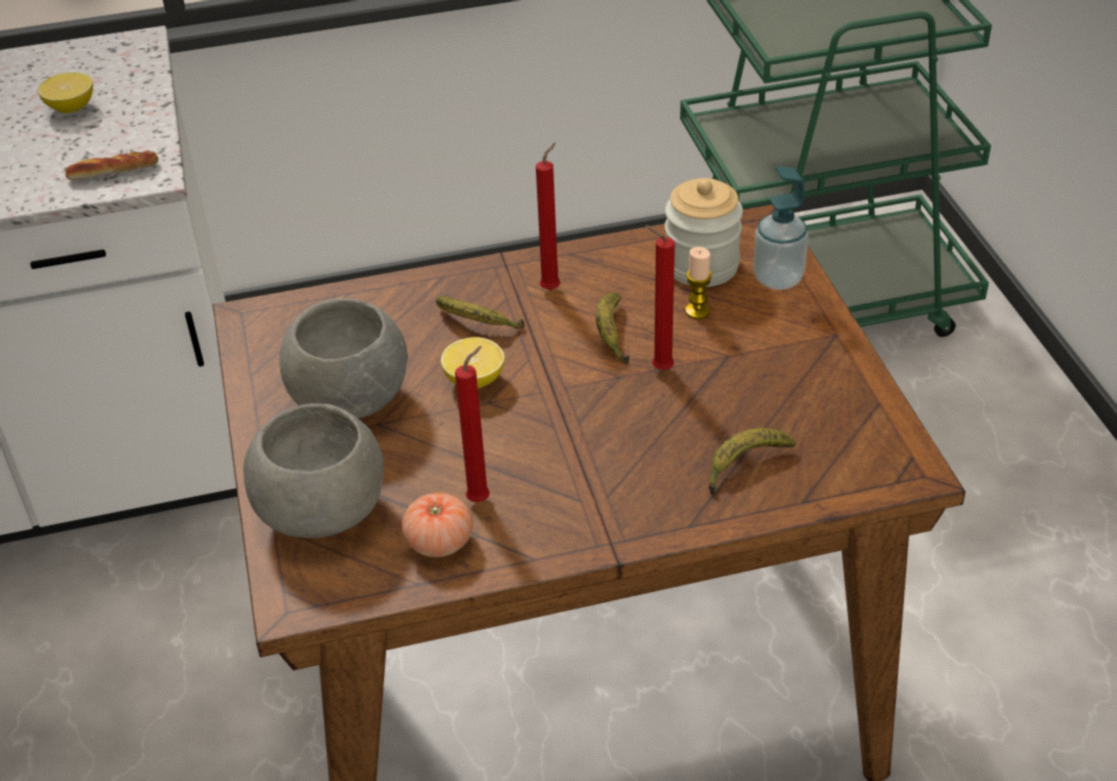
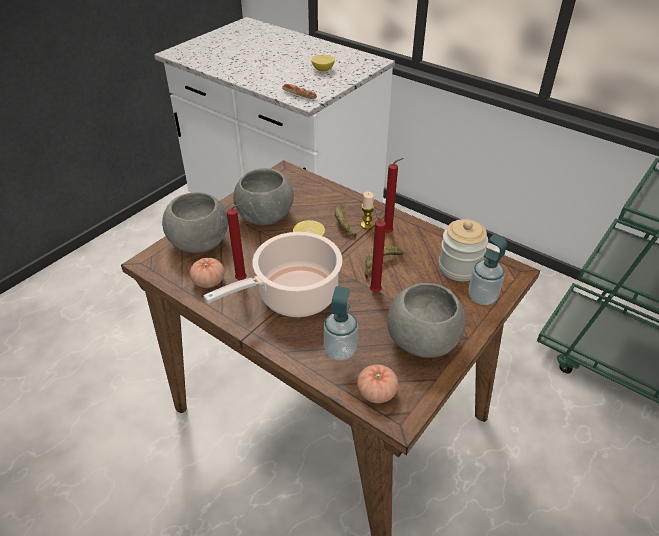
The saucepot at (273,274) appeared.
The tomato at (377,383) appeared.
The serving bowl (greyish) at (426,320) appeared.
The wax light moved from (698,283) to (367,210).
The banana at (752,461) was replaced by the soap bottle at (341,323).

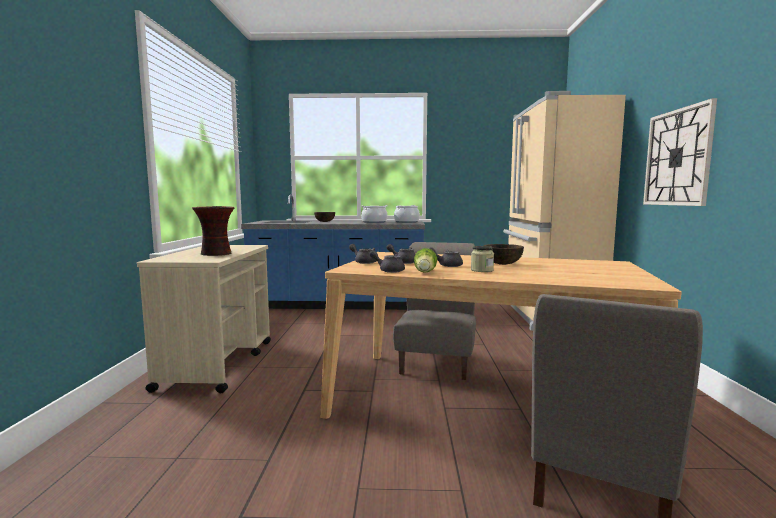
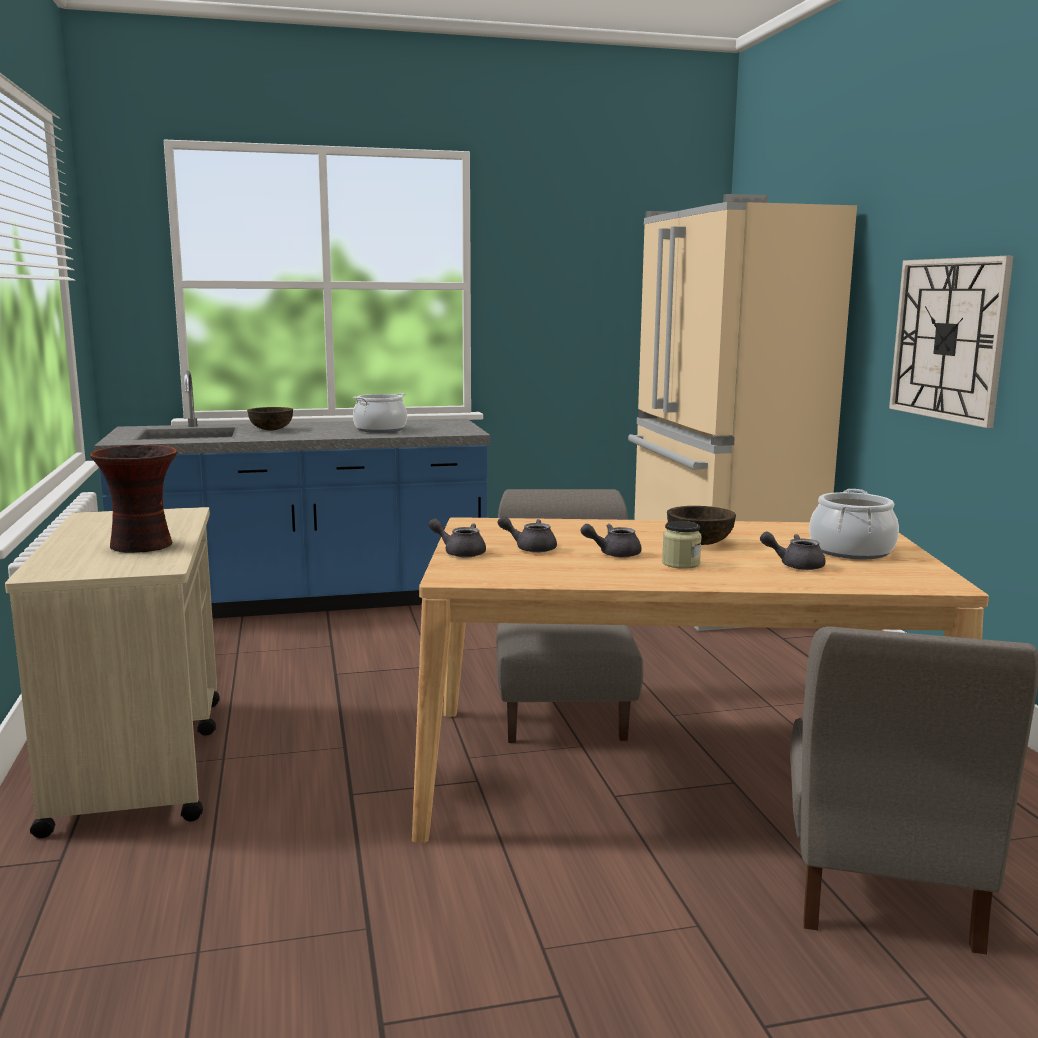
The lettuce at (425,260) disappeared.
The tea pot (greyish) moved from (387,261) to (793,551).
The saucepot moved from (407,214) to (854,524).

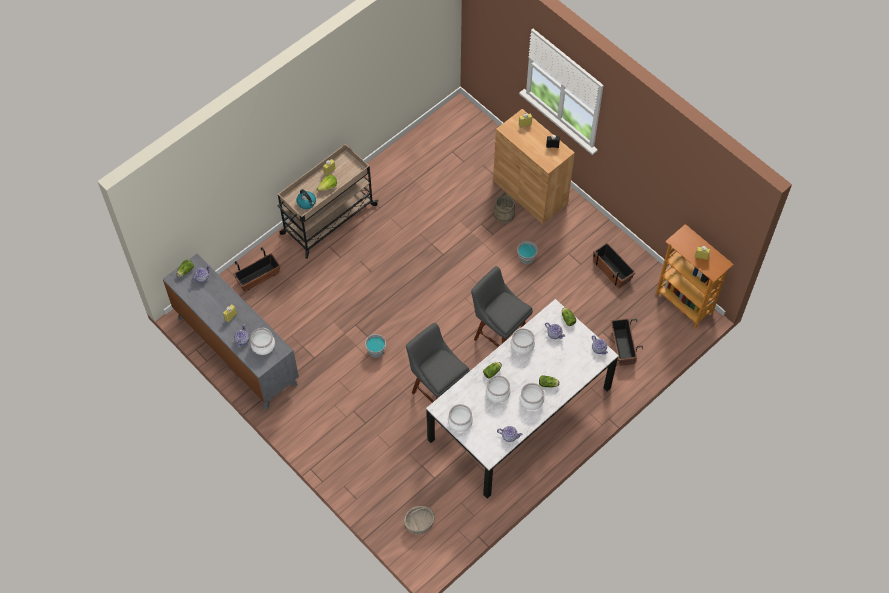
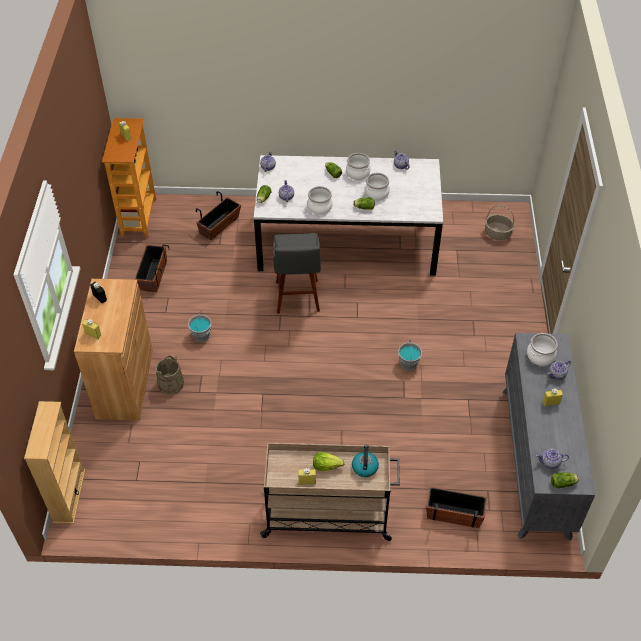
The sitting stool (greyish) at (438,363) disappeared.
The saucepot at (460,418) disappeared.
The bookcase (beige) at (55,462) appeared.

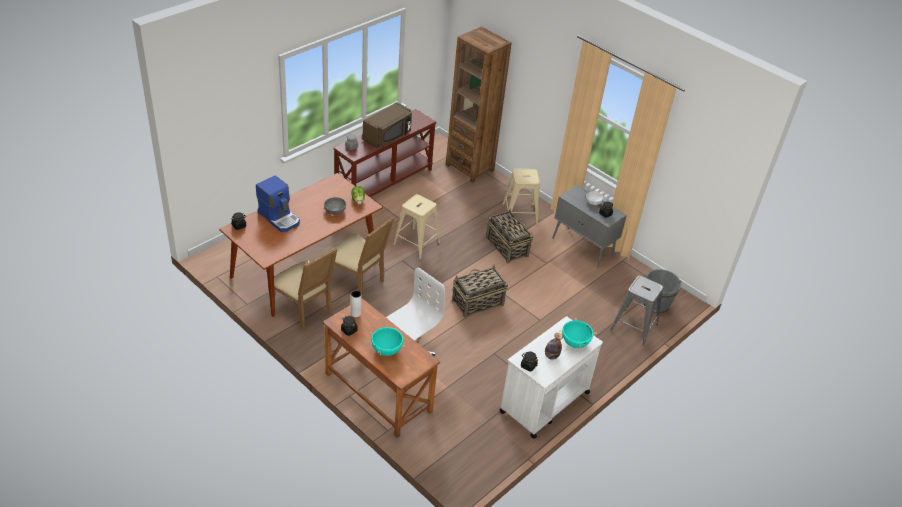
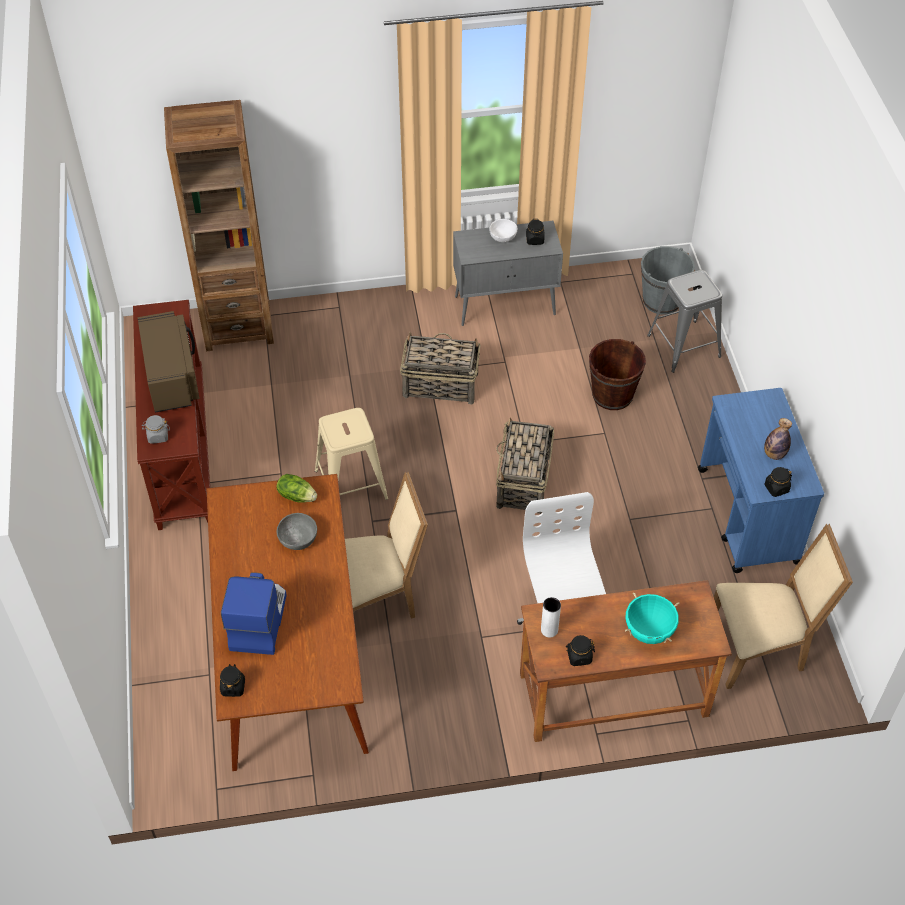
The sitting stool (beige) at (521,196) disappeared.
The saucepot (turquoise) at (578,333) disappeared.
The bucket (brown-coloured) at (617,374) appeared.
The upright chair (beige) moved from (305,288) to (783,606).
The cart (white-coloured) at (551,377) became the cart (blue-coloured) at (761,480).
The coffee brewer at (278,203) turned 75 degrees counterclockwise.

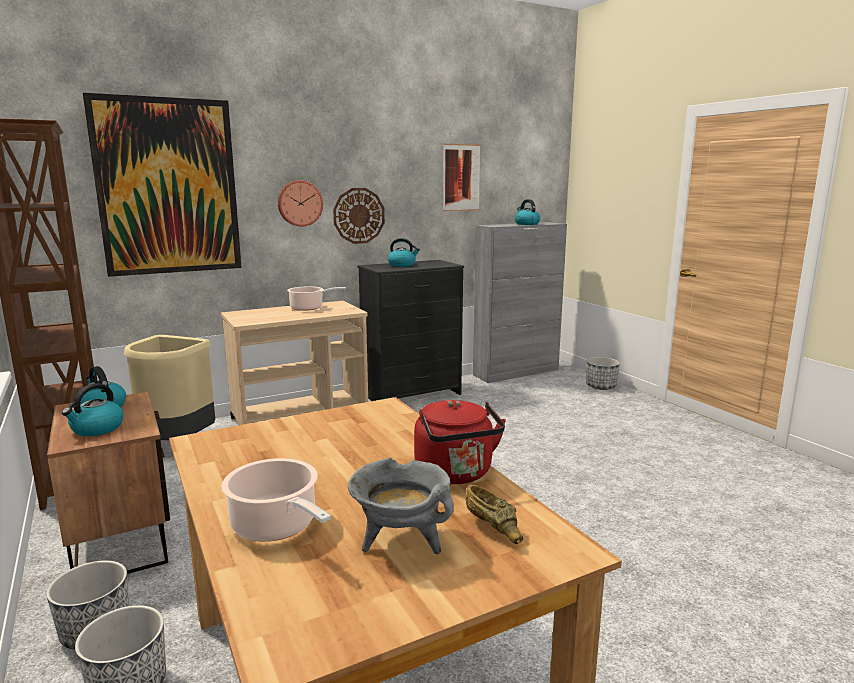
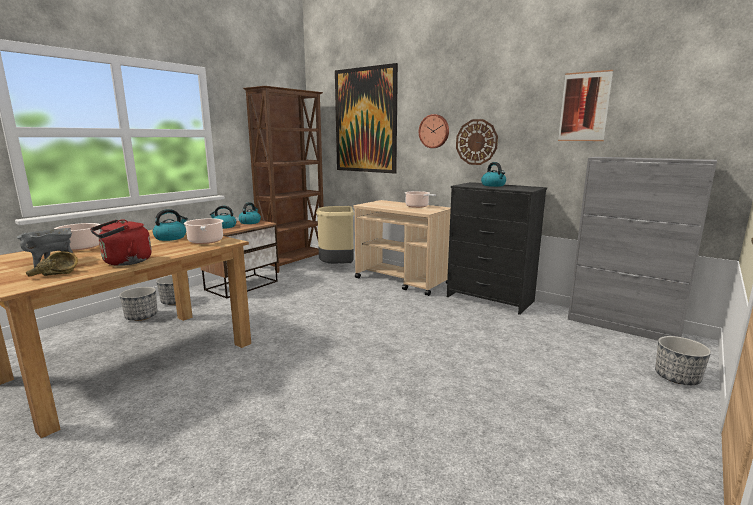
The saucepot at (203,231) appeared.
The water kettle moved from (527,212) to (170,225).

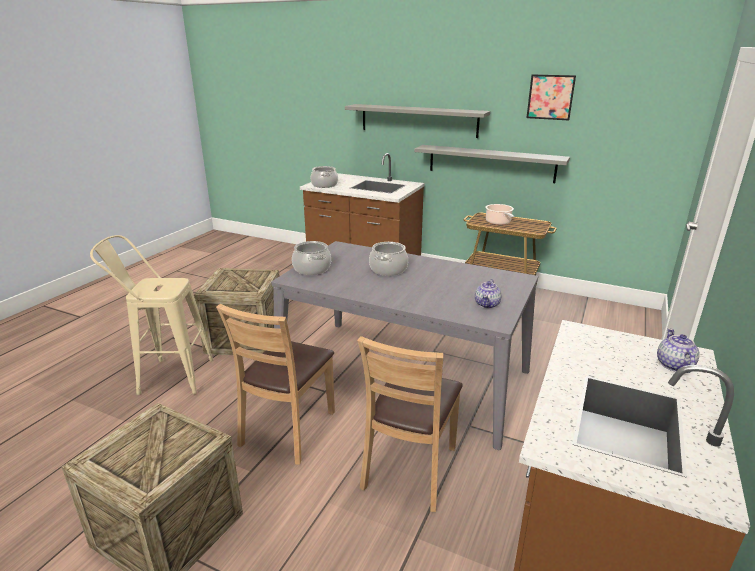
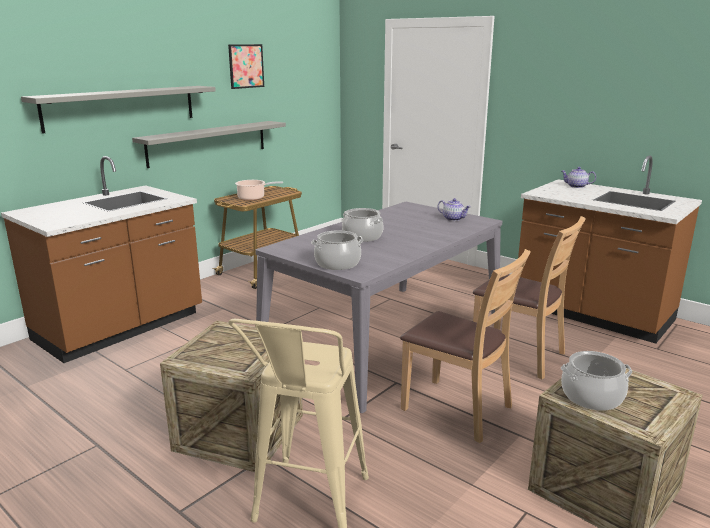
The saucepot moved from (324,177) to (596,381).

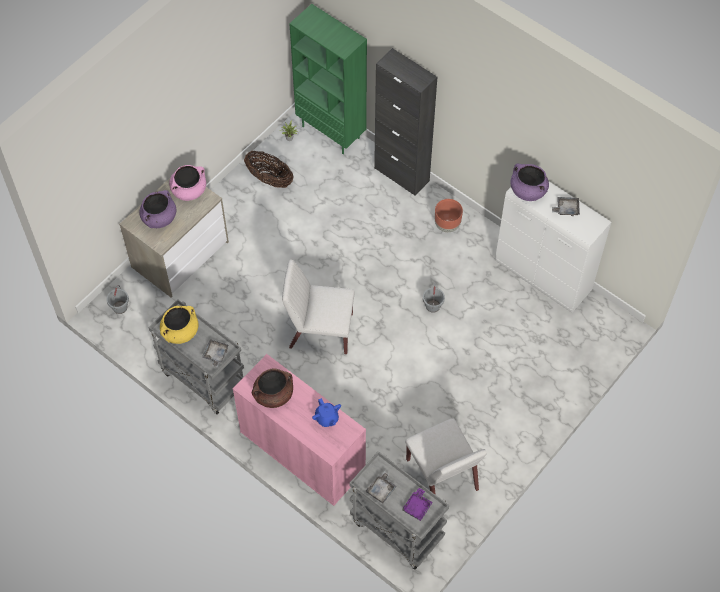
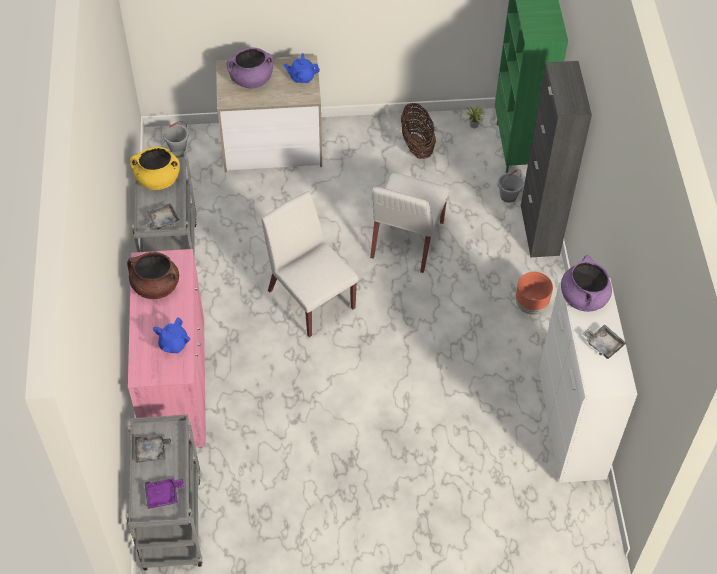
The upright chair (white-coloured) moved from (446,456) to (409,223).
The bucket (greyish) moved from (434,298) to (511,186).
The saucepot (pinkish) at (187,183) was replaced by the tea pot (blue-coloured) at (302,68).

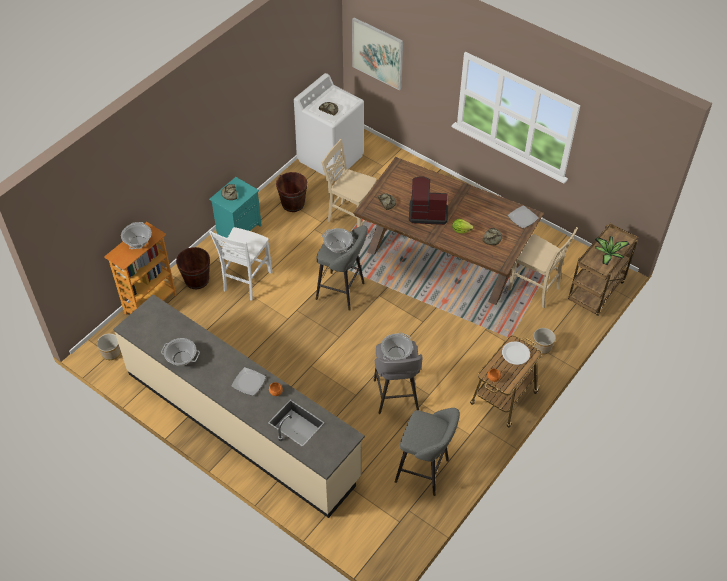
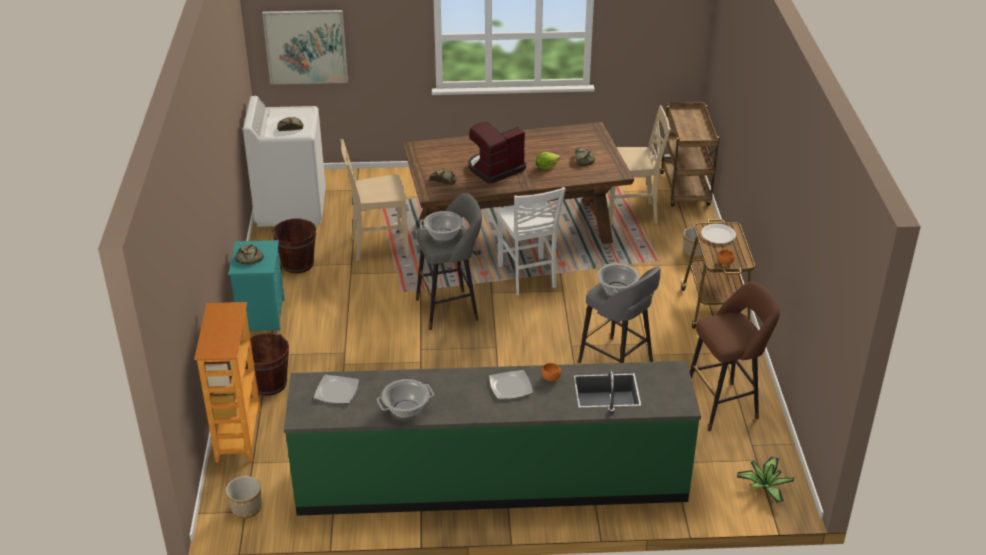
The saucepot at (136,235) disappeared.
The upright chair (white-coloured) moved from (240,263) to (531,241).
The dinner plate moved from (523,216) to (336,389).
The potted plant moved from (612,250) to (765,480).
The counter (beige) at (239,406) became the counter (greenish) at (492,438).
The sitting stool (greyish) at (427,452) became the sitting stool (brown-coloured) at (735,356).

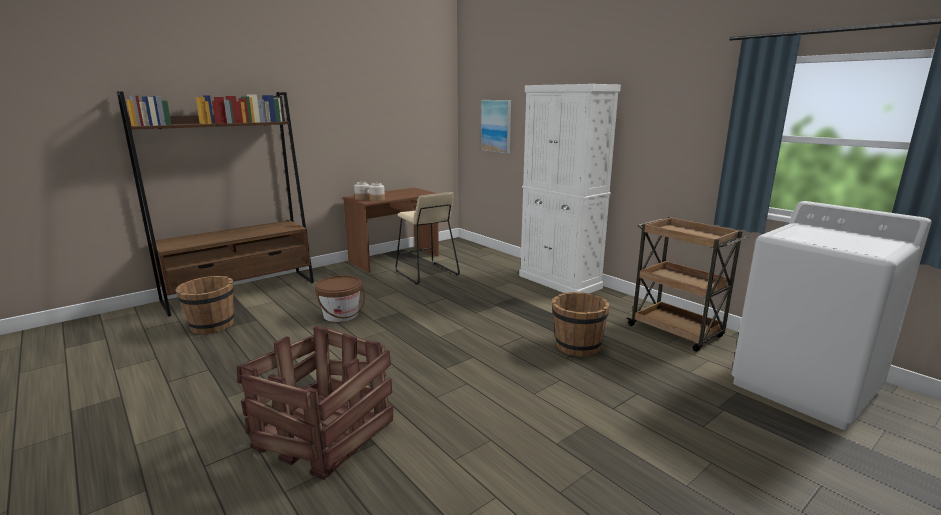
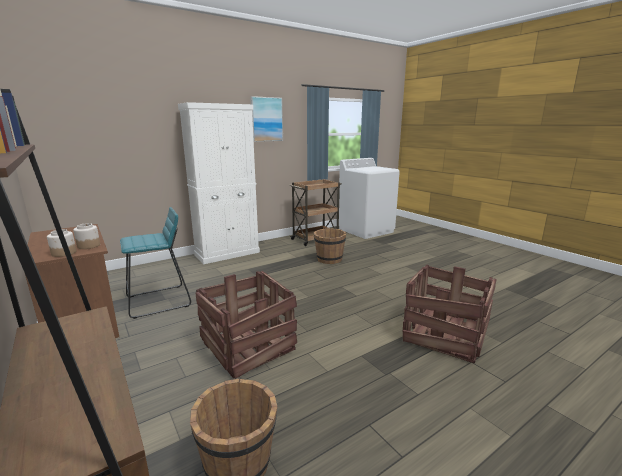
The wall picture moved from (496,127) to (266,119).
The bucket (brown-coloured) at (340,298) was replaced by the packing crate at (246,325).
The sitting stool (beige) at (428,238) became the sitting stool (turquoise) at (155,263).

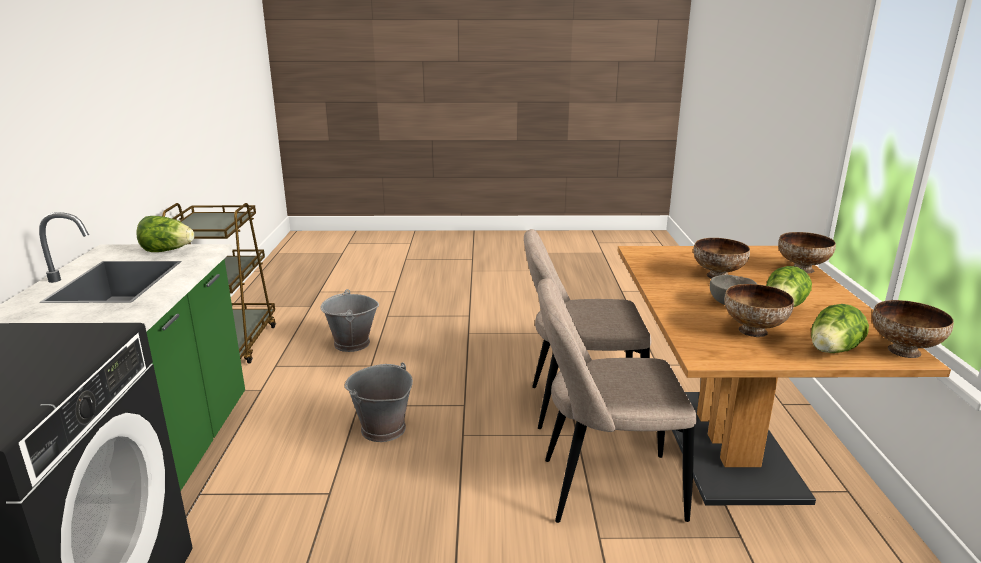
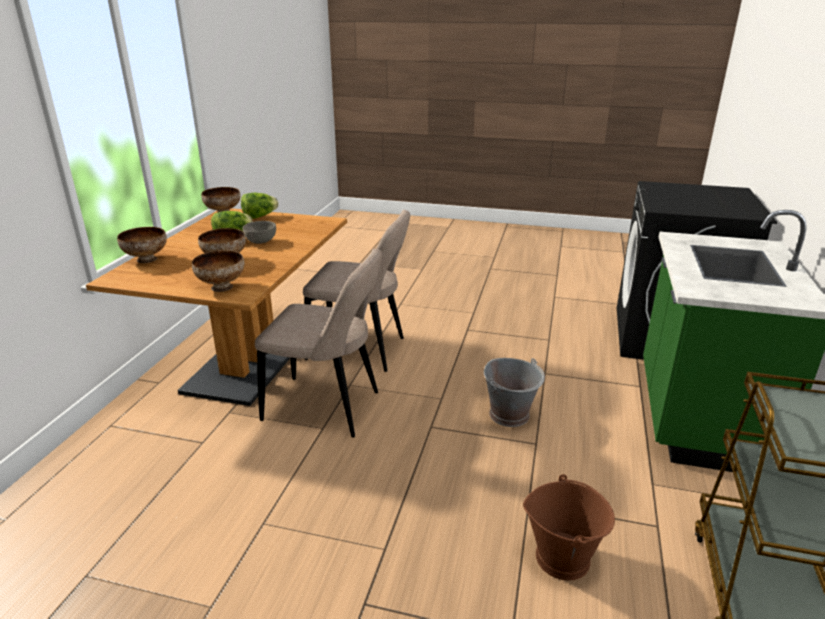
The lettuce at (165,234) disappeared.
The serving bowl moved from (759,310) to (218,271).
The bucket (greyish) at (349,320) became the bucket (brown-coloured) at (569,527).

